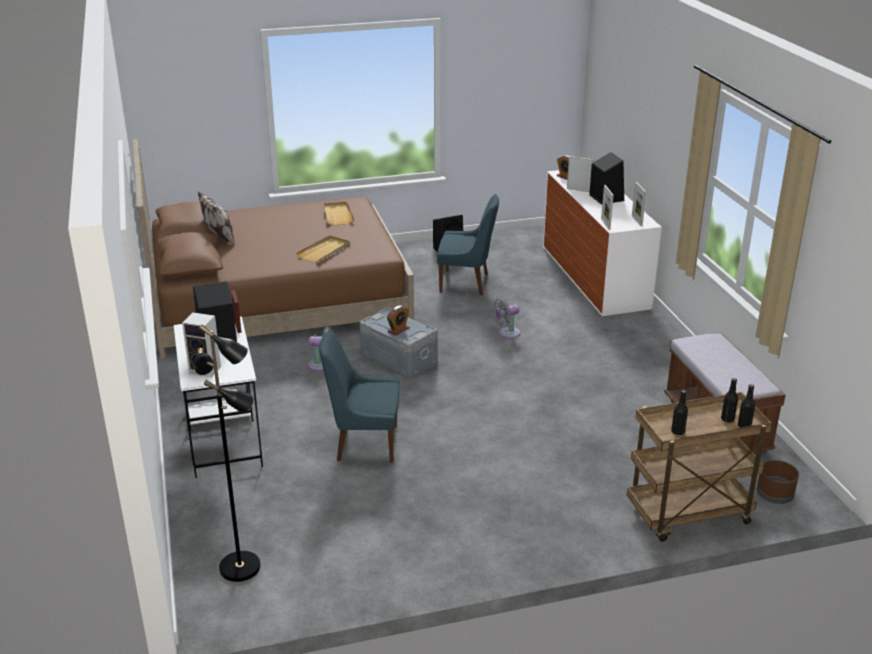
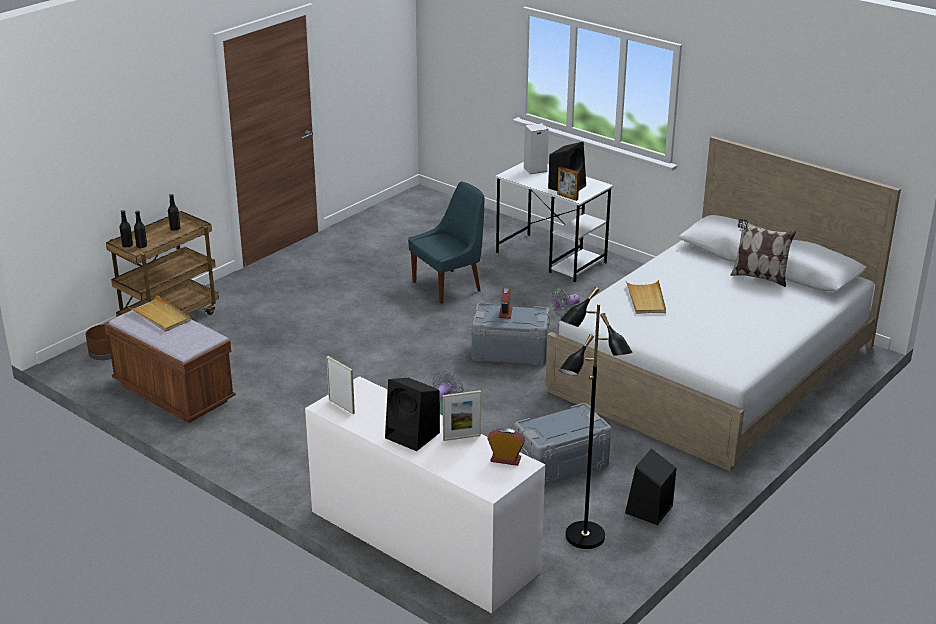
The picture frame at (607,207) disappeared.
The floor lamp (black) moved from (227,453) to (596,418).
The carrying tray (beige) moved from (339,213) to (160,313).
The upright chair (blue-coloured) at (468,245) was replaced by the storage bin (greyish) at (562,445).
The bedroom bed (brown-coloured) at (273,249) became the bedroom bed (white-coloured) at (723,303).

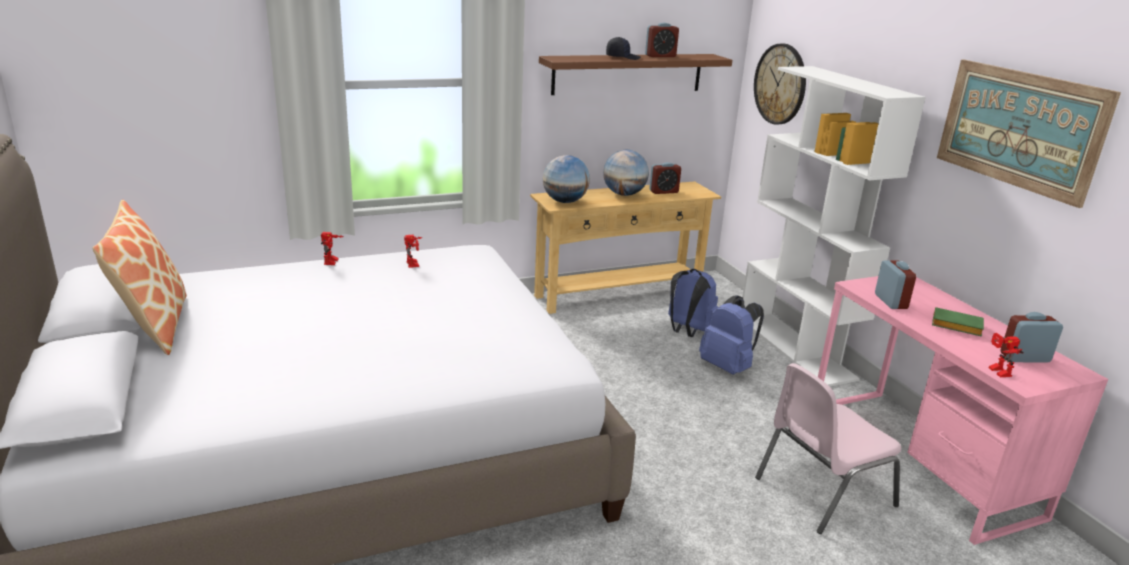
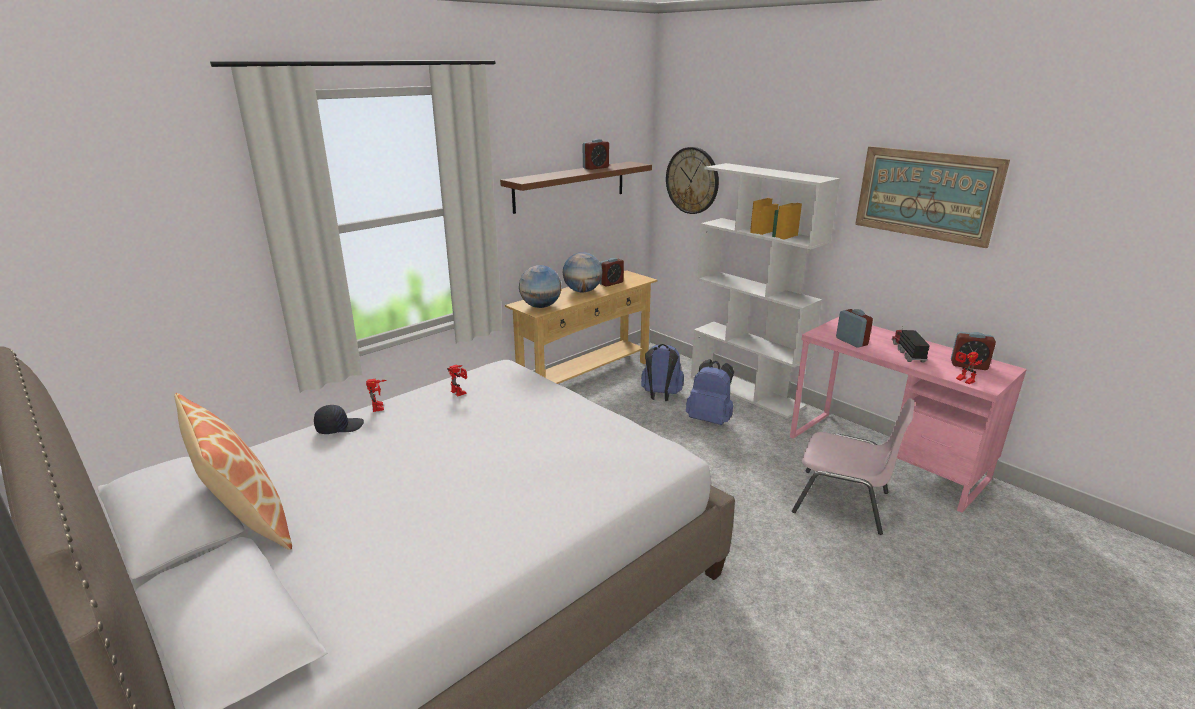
The baseball cap (black) moved from (623,48) to (339,419).
The bound book (greenish) at (958,322) was replaced by the model truck at (910,344).
The upright chair (pinkish) at (828,448) turned 105 degrees counterclockwise.
The bedside clock at (1031,337) turned 135 degrees counterclockwise.

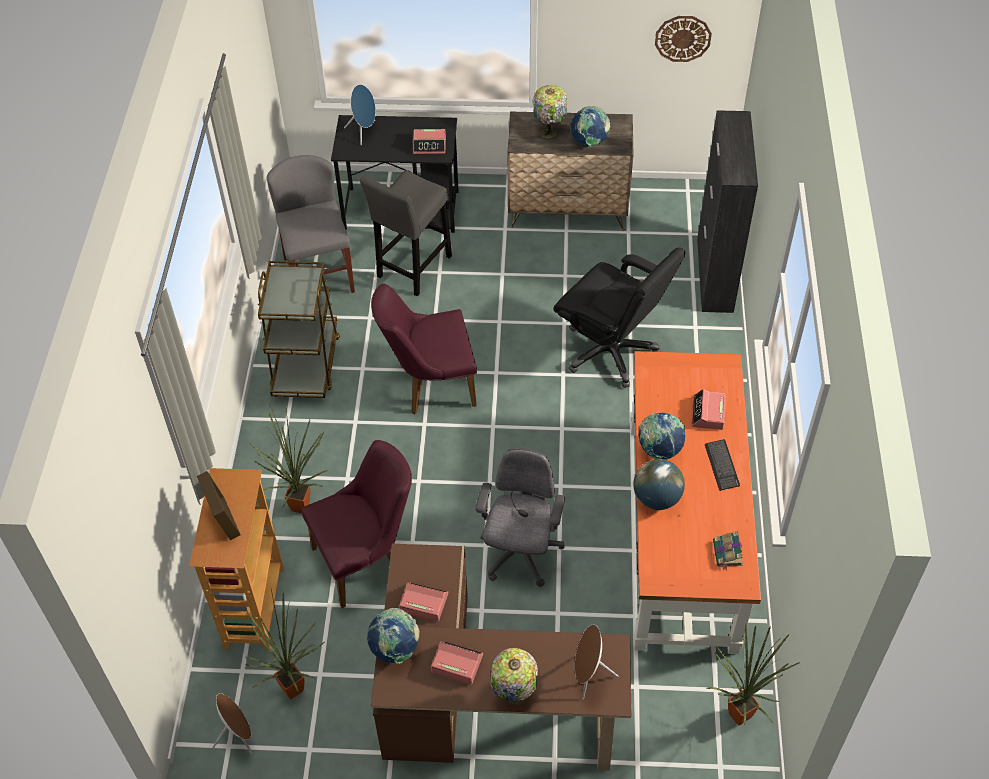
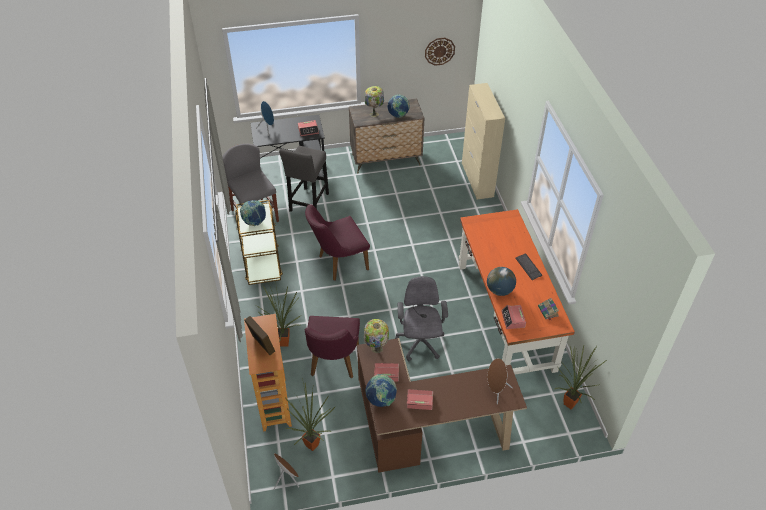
The computer chair (black) at (619,317) disappeared.
The table lamp moved from (514,676) to (376,336).
The desk globe moved from (662,436) to (253,213).
The bedside clock moved from (709,409) to (513,317).
The cupboard (black) at (727,211) became the cupboard (beige) at (483,141).
The upright chair (purple) at (356,524) turned 135 degrees clockwise.

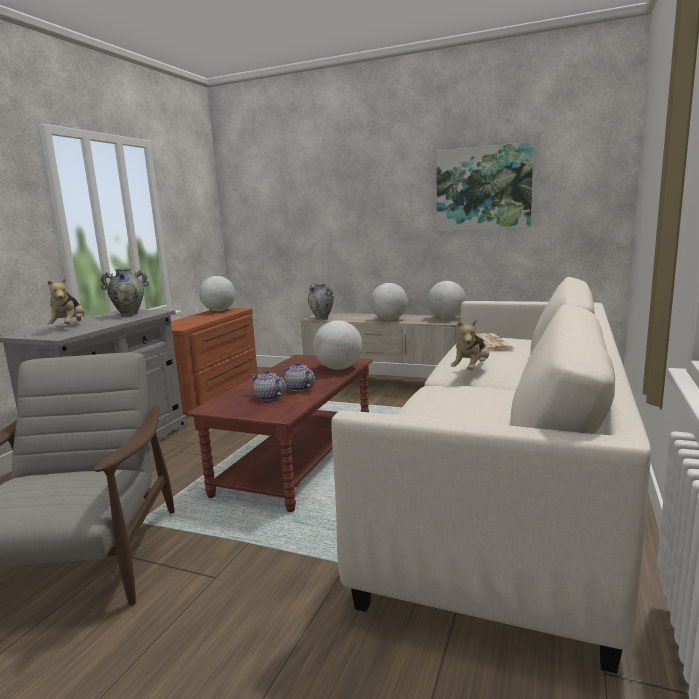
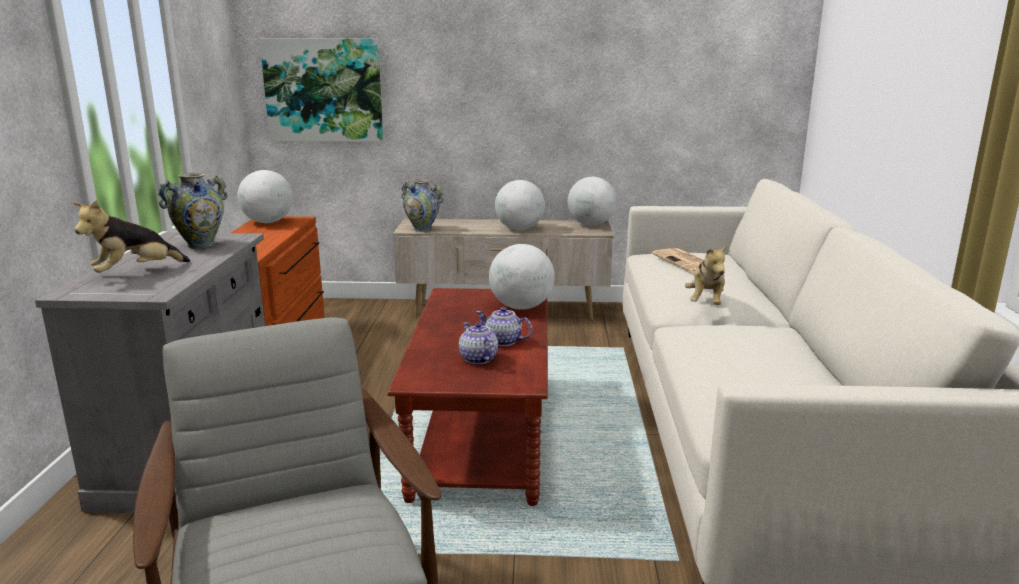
The wall picture moved from (485,186) to (321,90).
The cuddly toy at (66,301) turned 75 degrees clockwise.
The tea pot at (268,385) turned 45 degrees clockwise.

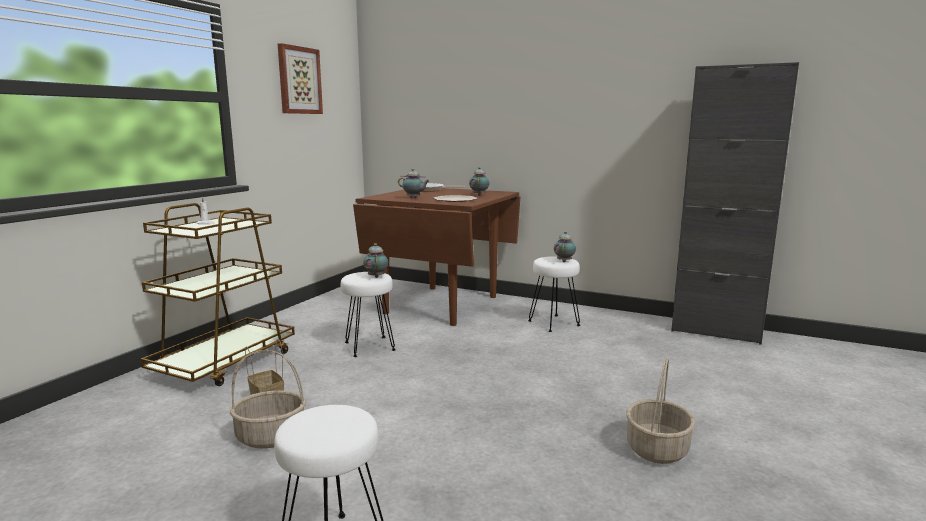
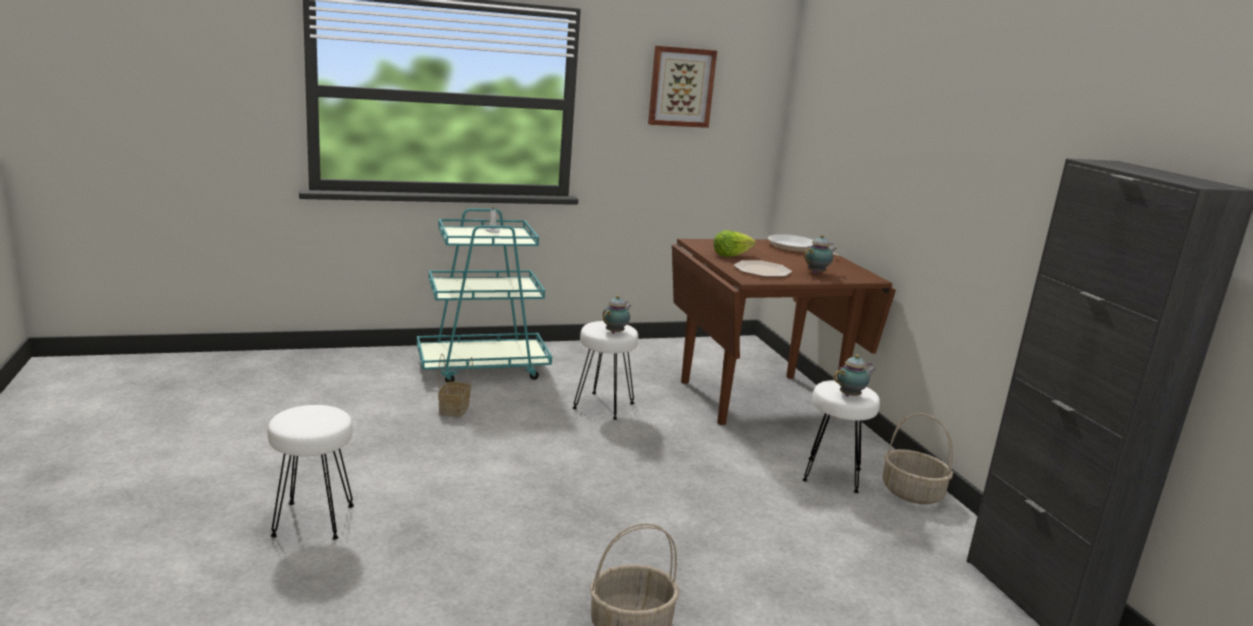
The basket moved from (268,399) to (917,458).
The tea pot at (414,183) was replaced by the lettuce at (735,243).
The cart (brown-coloured) at (218,294) became the cart (turquoise) at (484,295).

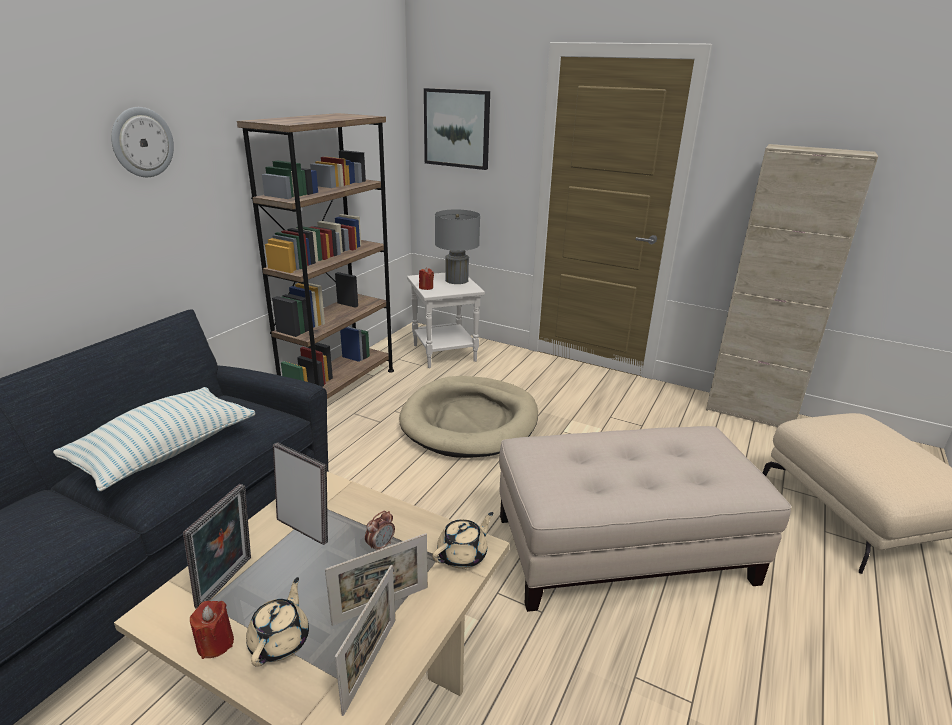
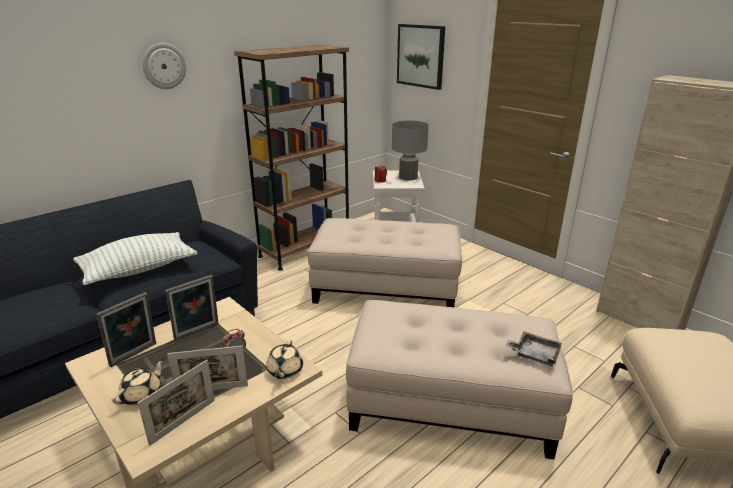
The wax light (reddish) at (212,629) disappeared.
The carrying tray (greyish) at (533,349) appeared.
The pet bed (beige) at (468,417) was replaced by the pouffe (beige) at (385,262).
The picture frame at (300,493) turned 90 degrees clockwise.
The tea pot (beige) at (463,540) turned 120 degrees clockwise.

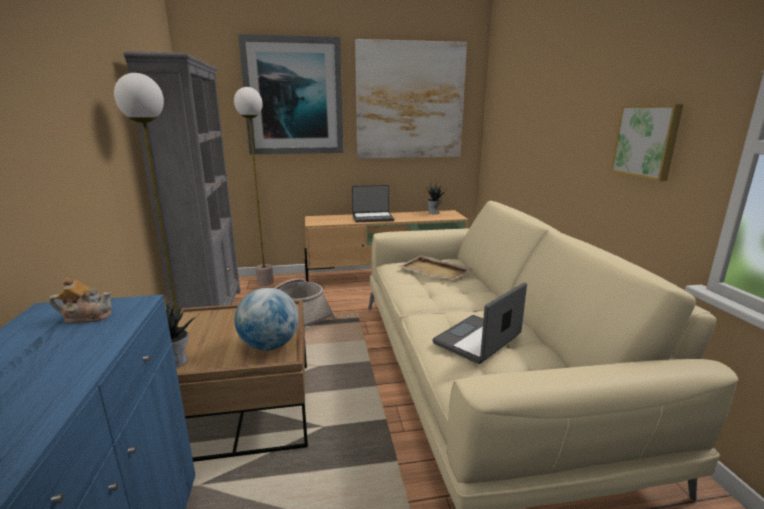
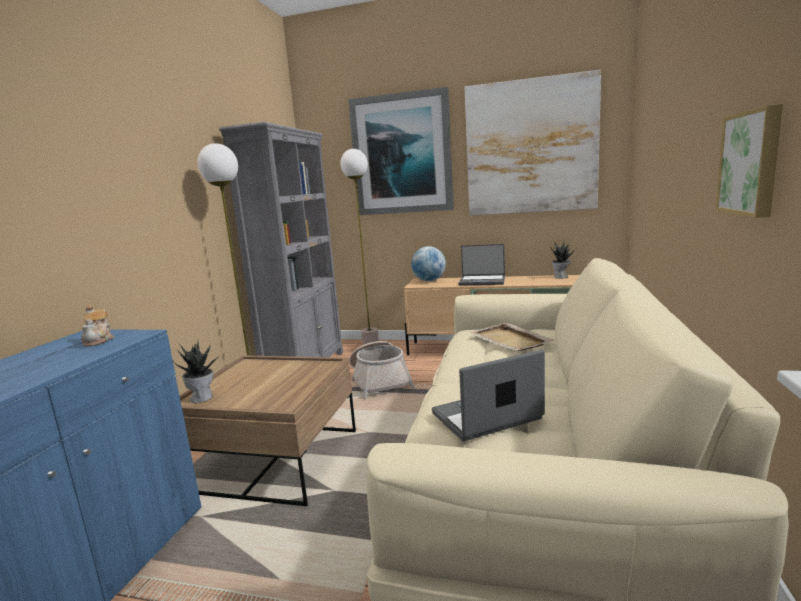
The desk globe moved from (267,319) to (428,263).
The tea pot at (80,300) turned 60 degrees clockwise.

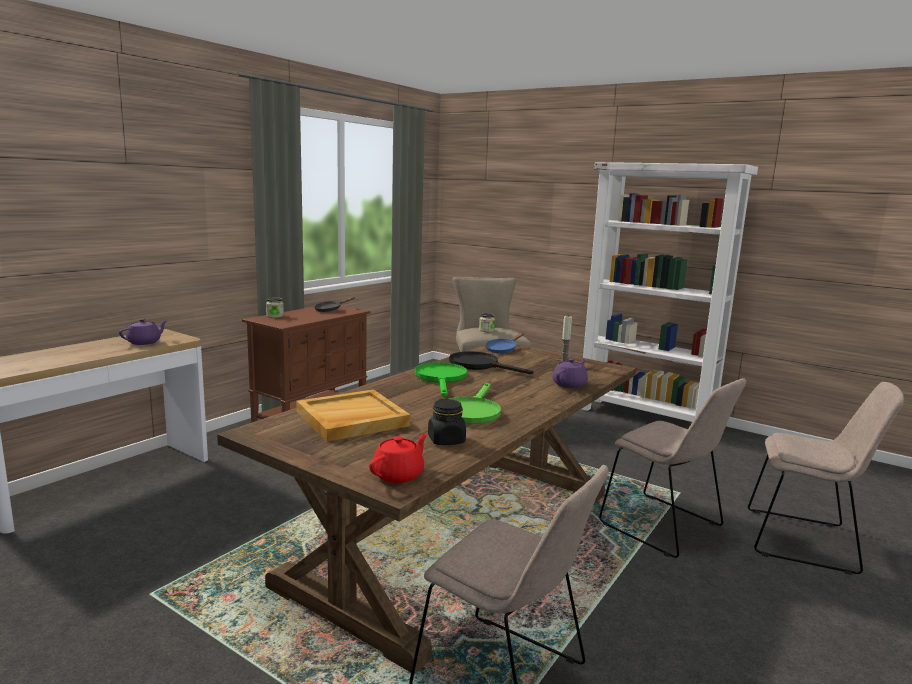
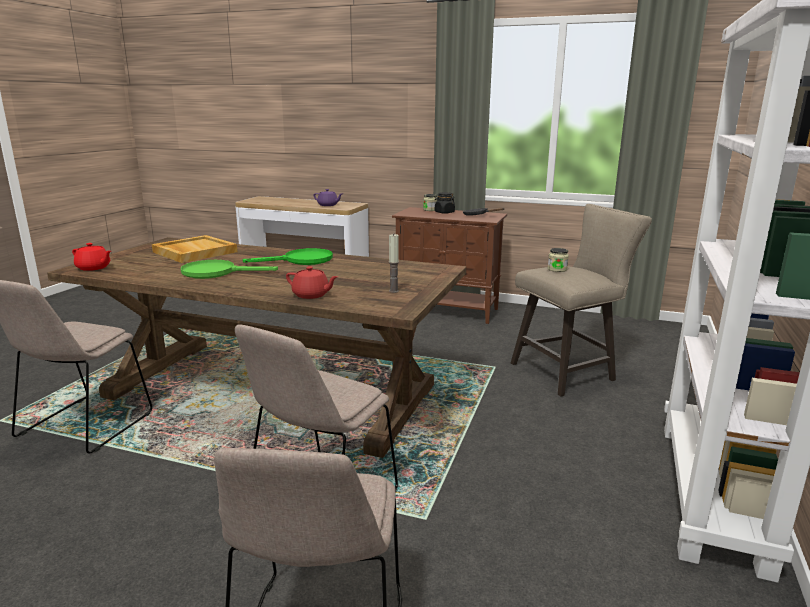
The frying pan (black) at (491,362) disappeared.
The frying pan (blue-coloured) at (504,342) disappeared.
The jar (black) moved from (447,422) to (445,203).
The tea pot (purple) at (570,373) became the tea pot (reddish) at (312,282).

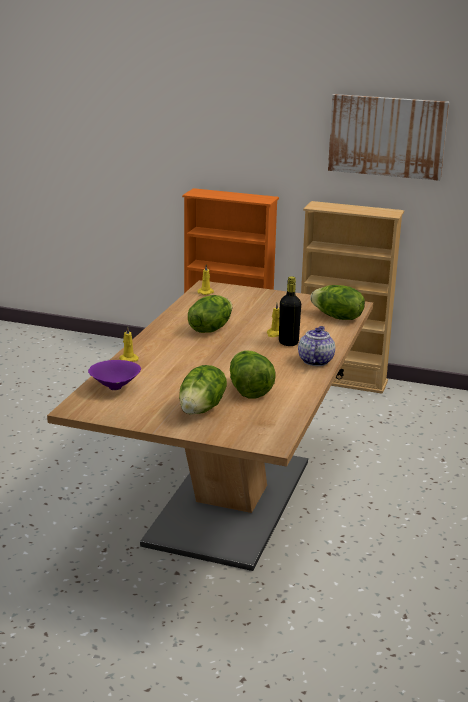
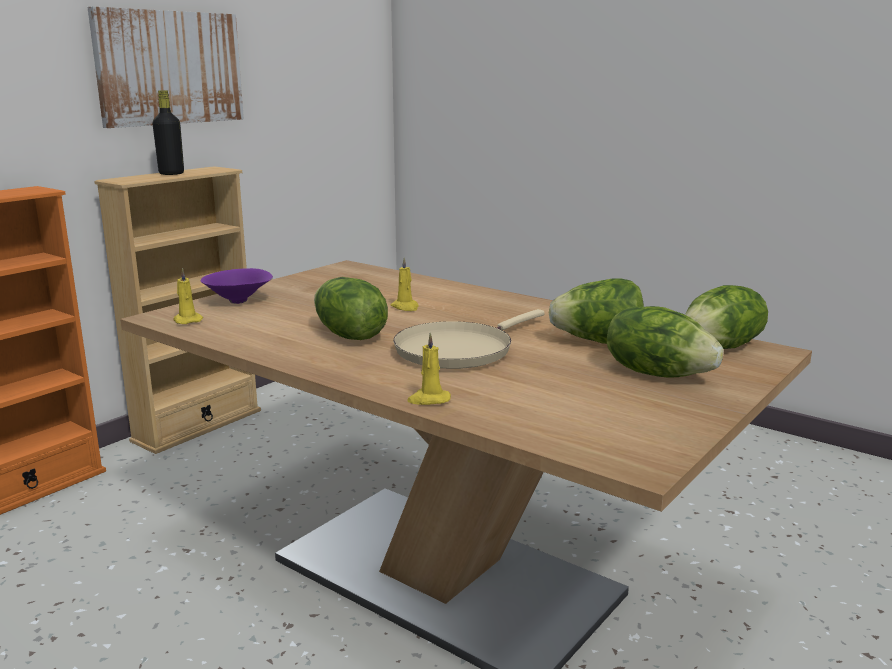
The tea pot at (316,346) disappeared.
The frying pan (beige) at (469,339) appeared.
The serving bowl (purple) moved from (114,375) to (237,286).
The beverage bottle (black) moved from (290,311) to (168,132).
The lettuce moved from (337,302) to (726,317).

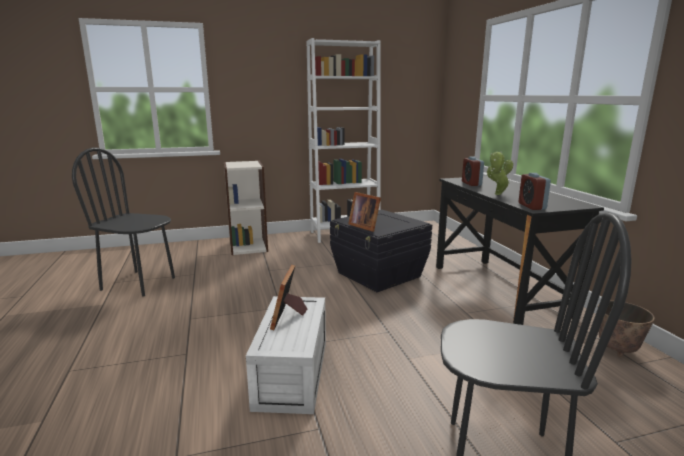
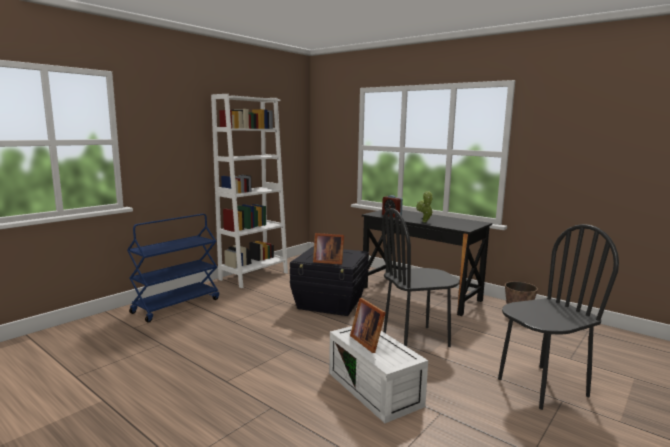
The bedside clock at (535,191) disappeared.
The upright chair (black) moved from (123,222) to (420,277).
The bookcase at (246,208) was replaced by the cart (blue-coloured) at (173,268).

